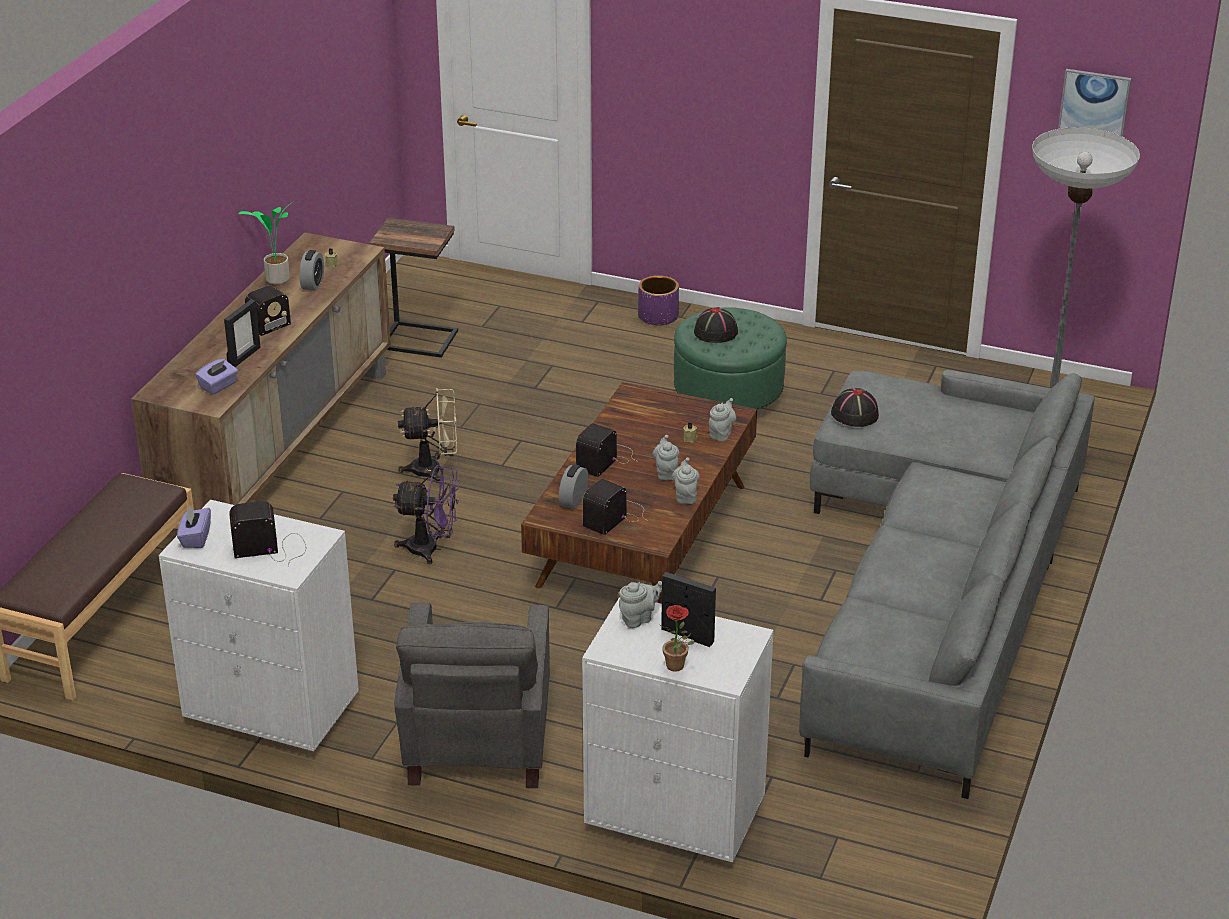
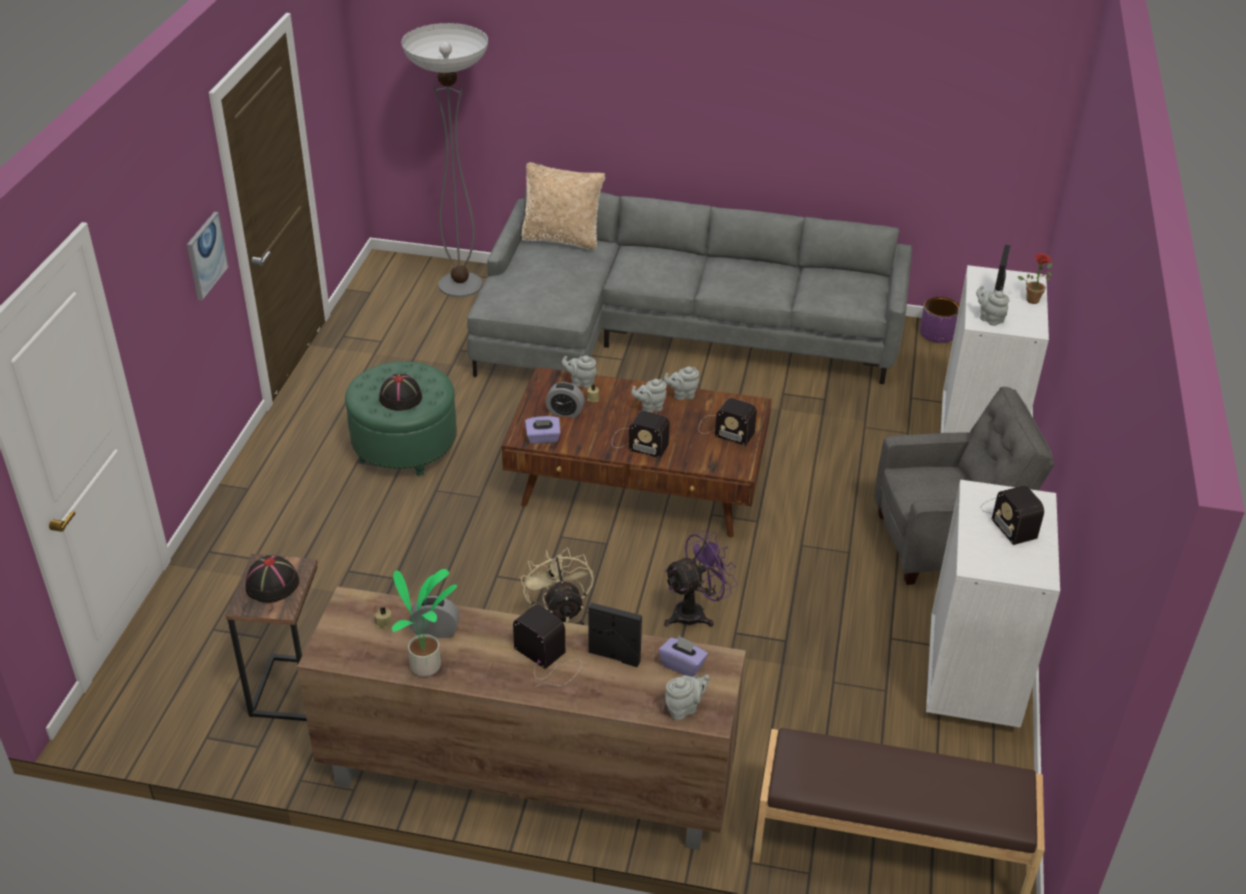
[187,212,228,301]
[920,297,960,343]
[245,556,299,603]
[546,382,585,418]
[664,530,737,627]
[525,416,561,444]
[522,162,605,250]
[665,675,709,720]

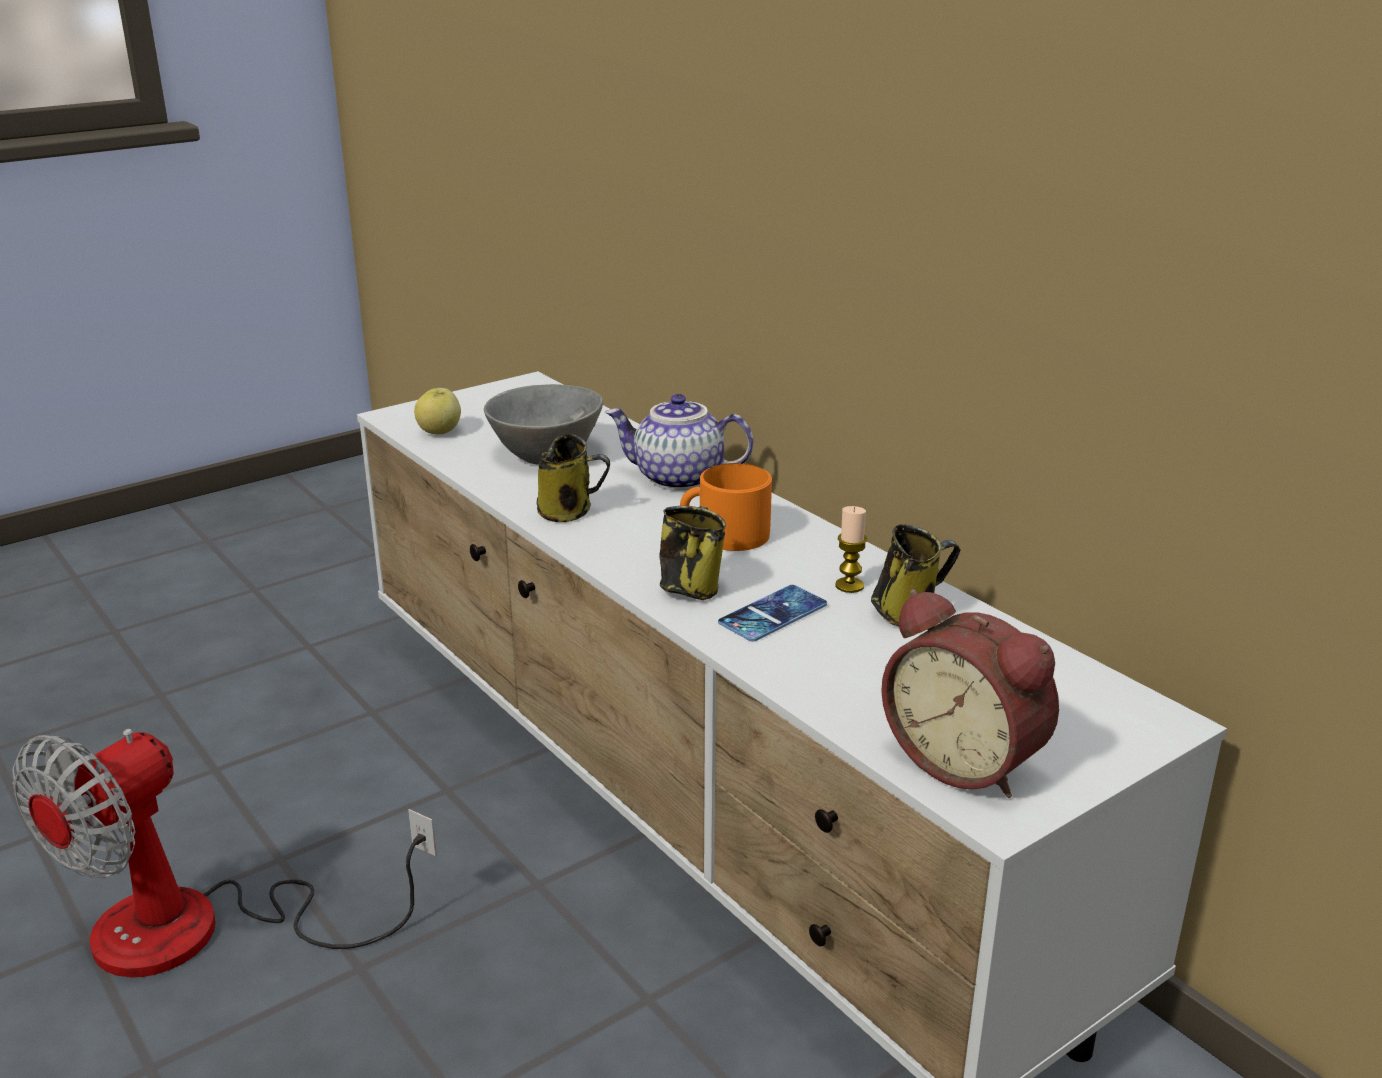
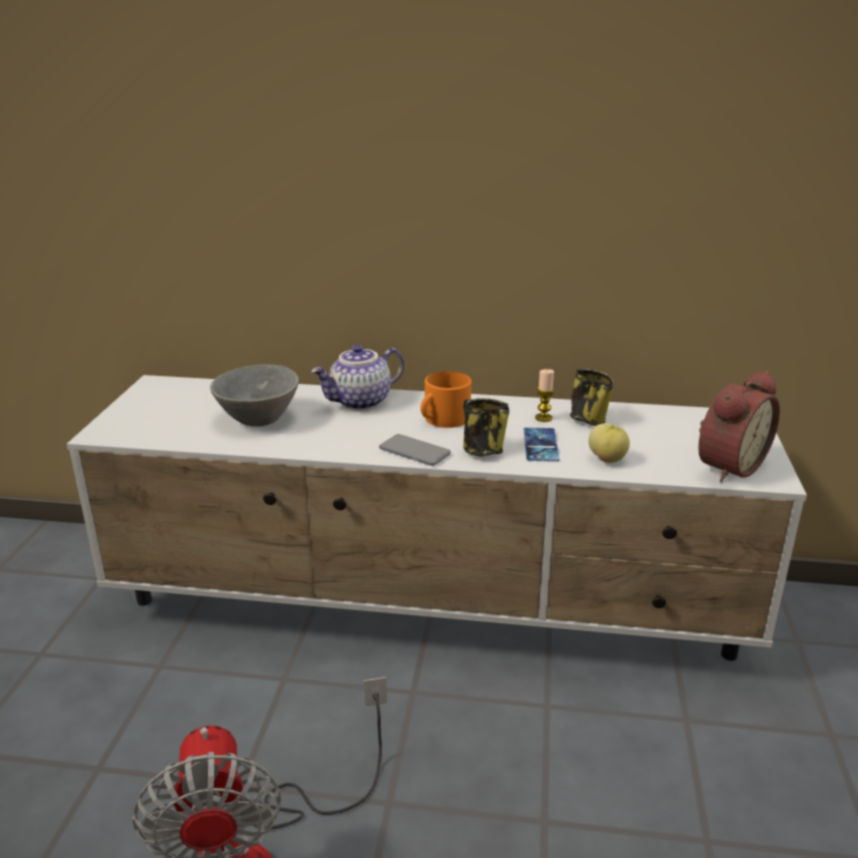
[589,423,630,463]
[537,434,610,522] (first image)
[698,371,780,482]
[379,434,451,466]

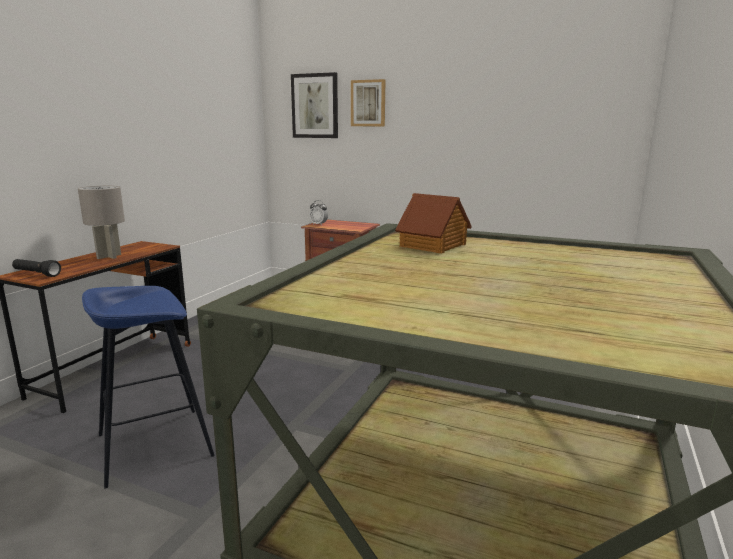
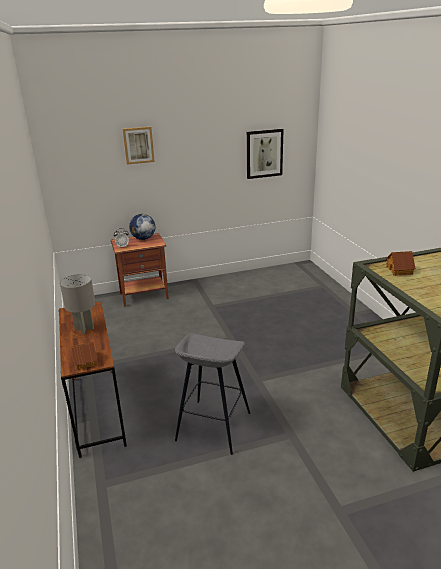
[247,129,284,179]
[71,341,97,370]
[175,333,250,455]
[129,214,155,240]

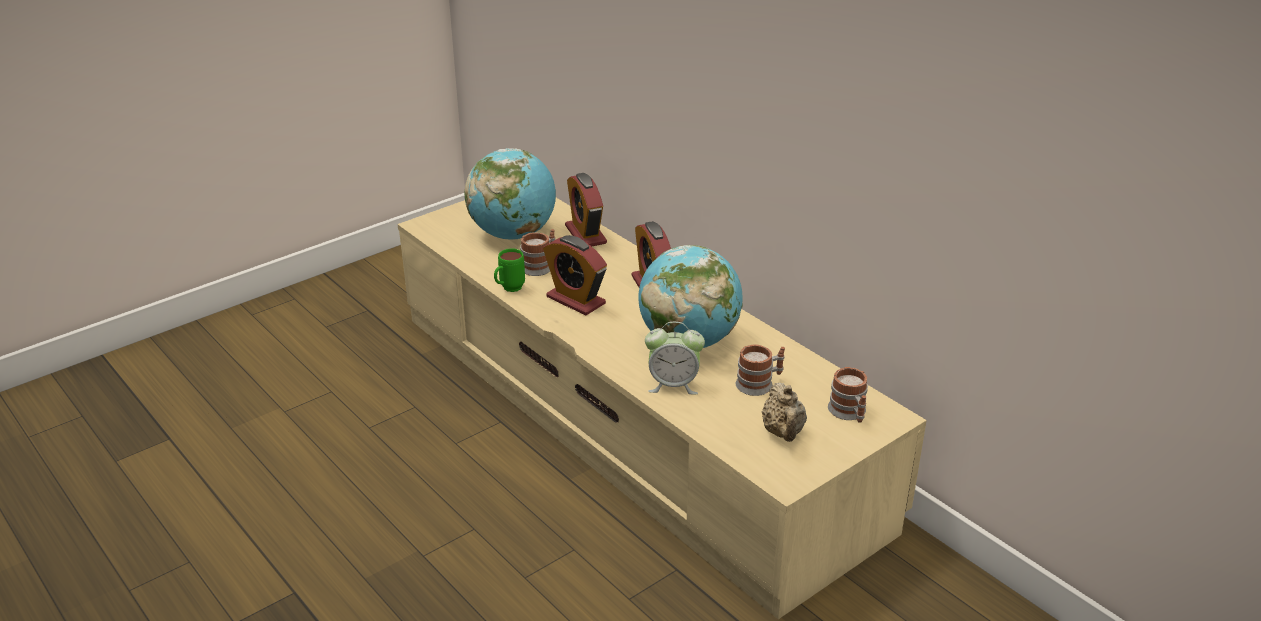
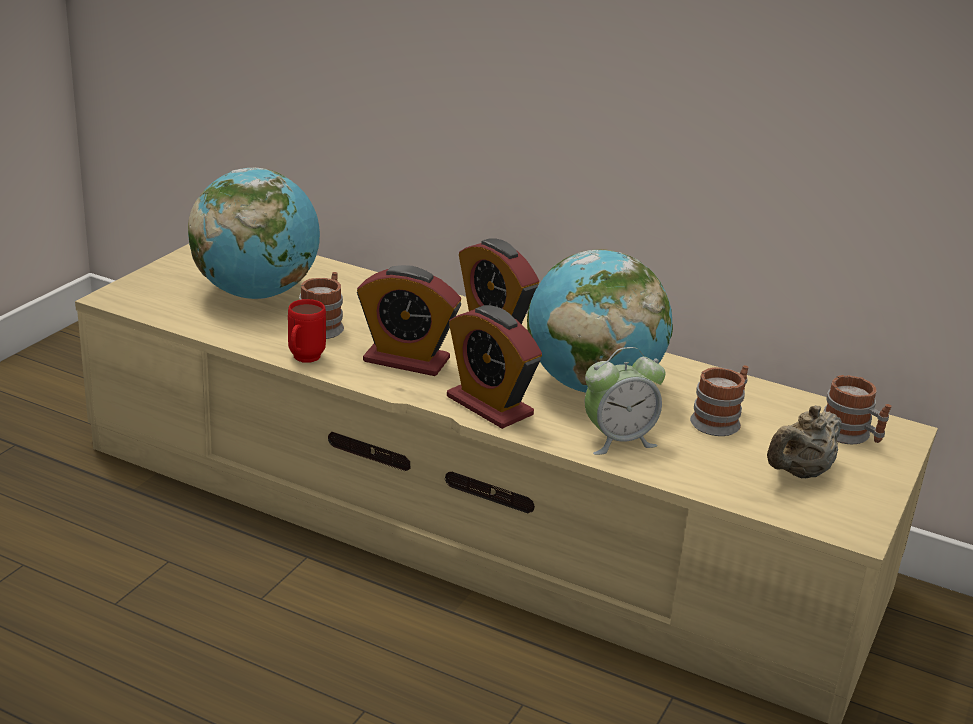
[447,305,542,429]
[288,299,326,363]
[767,405,842,479]

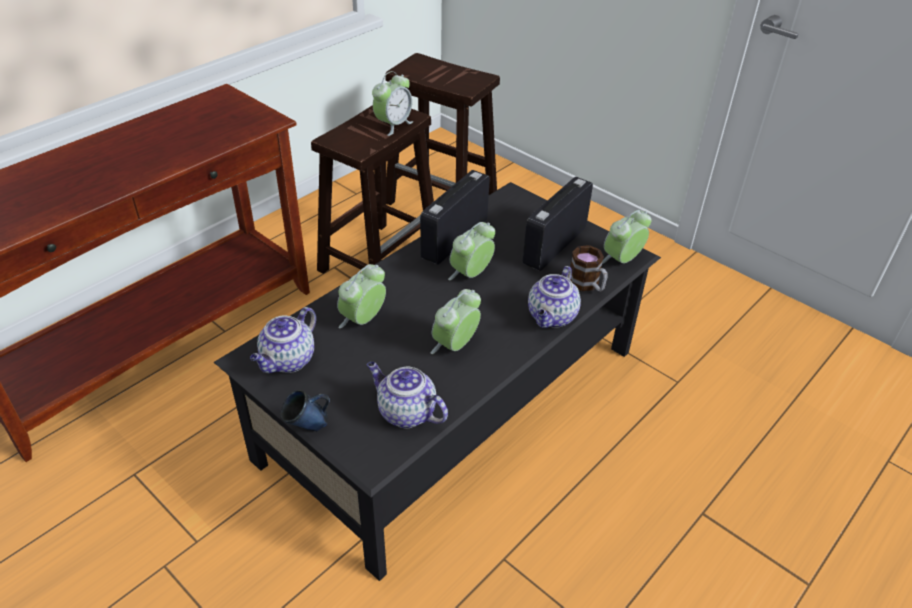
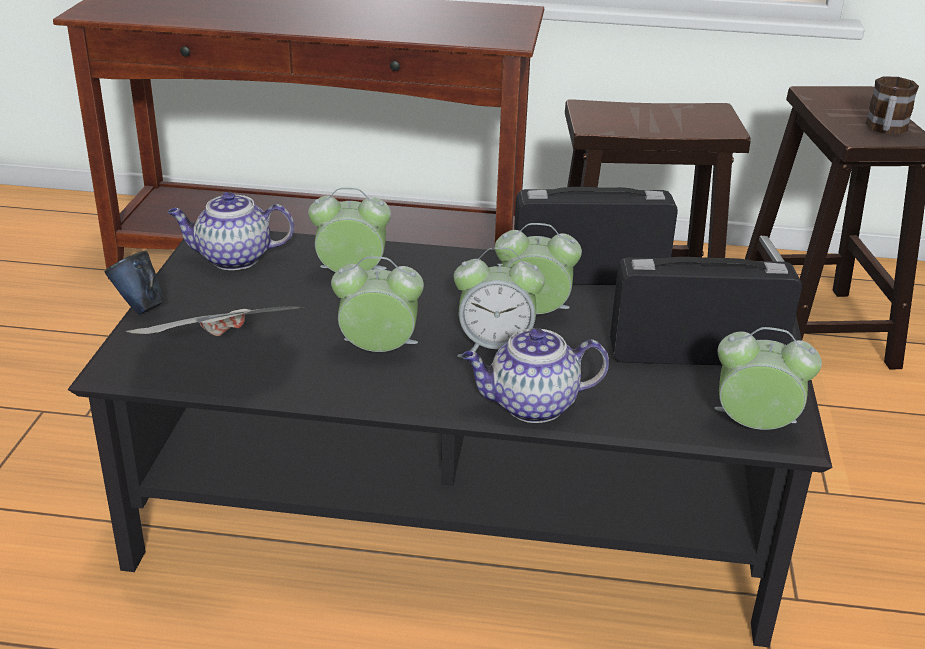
[453,247,545,358]
[865,76,919,134]
[126,306,304,336]

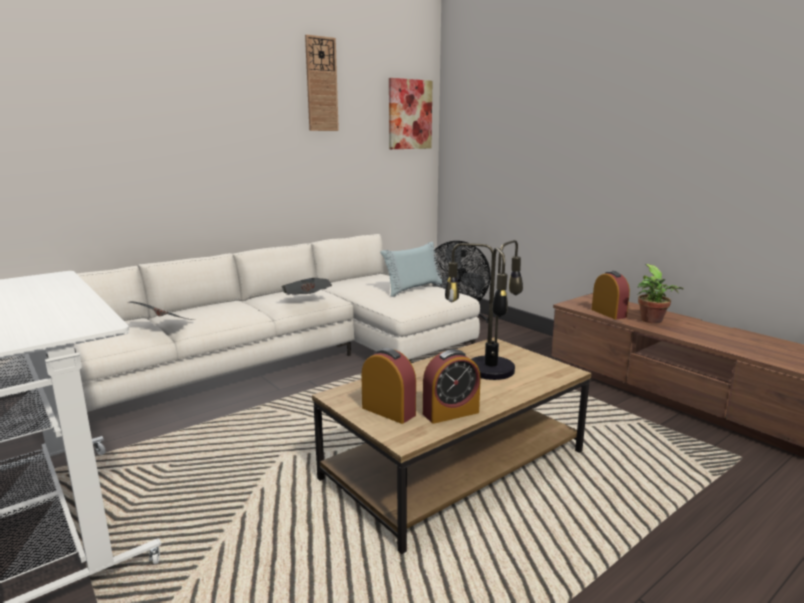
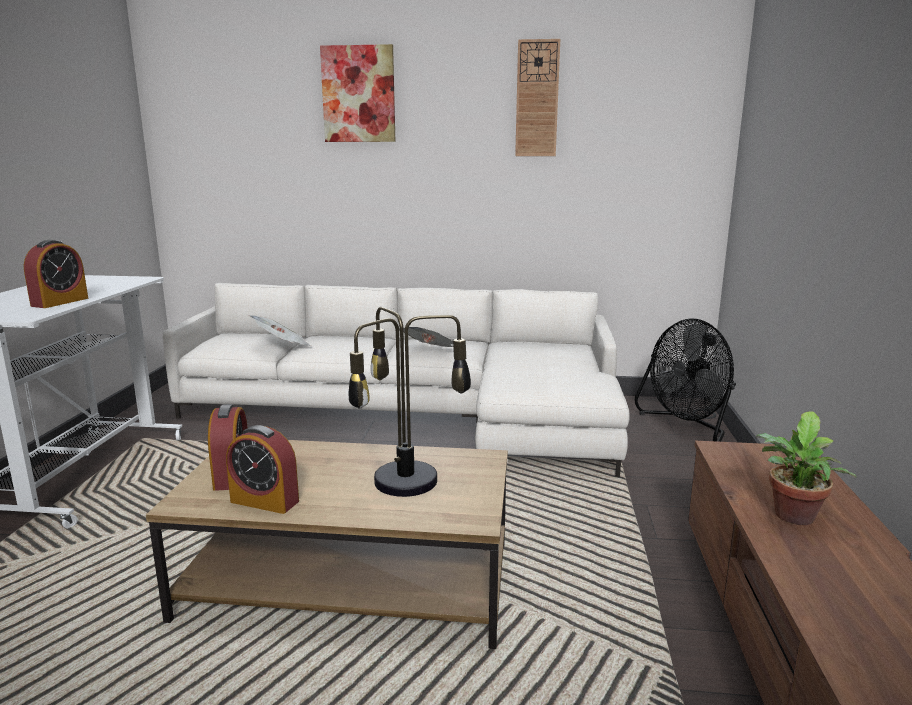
[320,44,396,142]
[380,242,442,297] (first image)
[24,240,88,308]

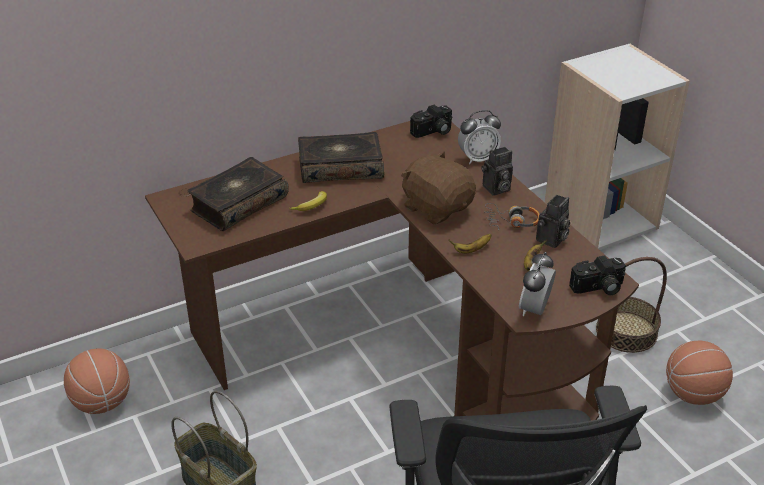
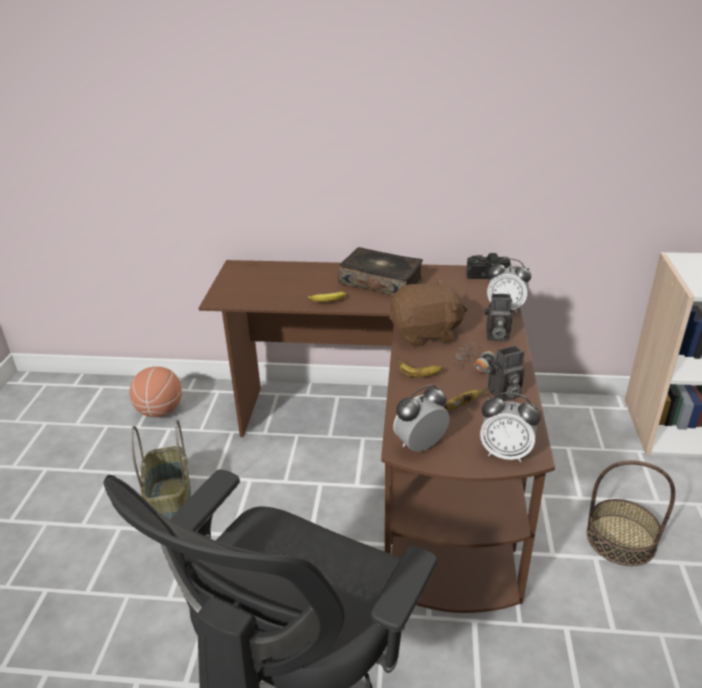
[390,279,468,347]
[187,157,289,231] (first image)
[480,392,541,462]
[666,341,733,405] (first image)

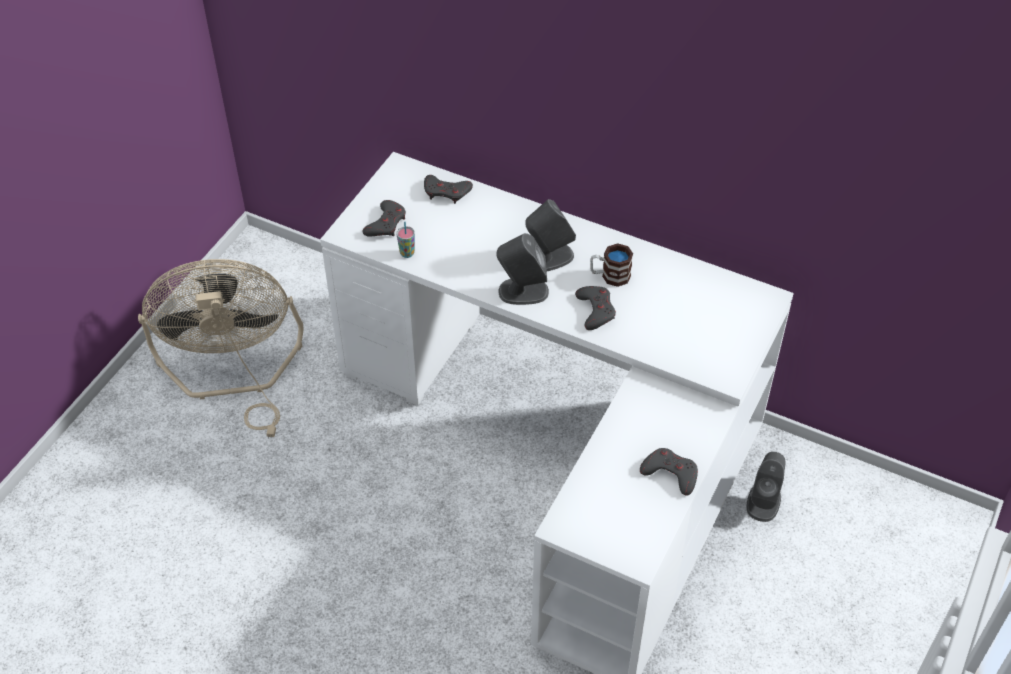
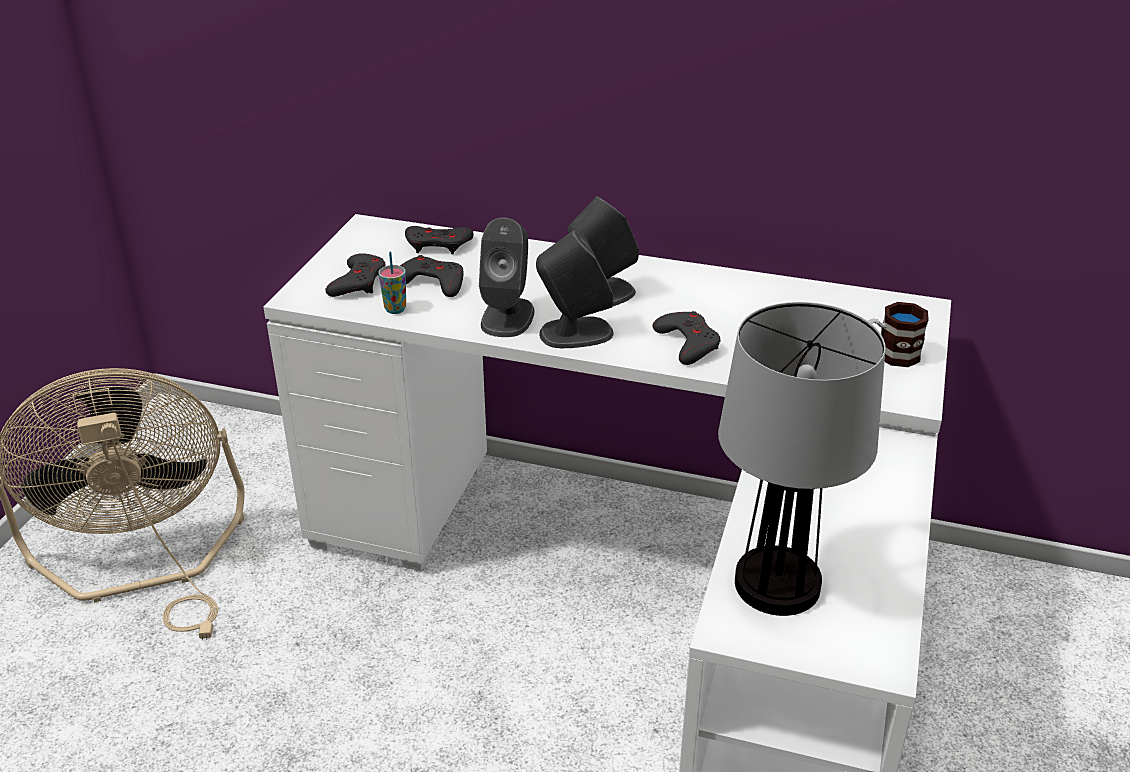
[868,302,929,367]
[400,255,464,297]
[479,217,534,337]
[718,302,885,616]

